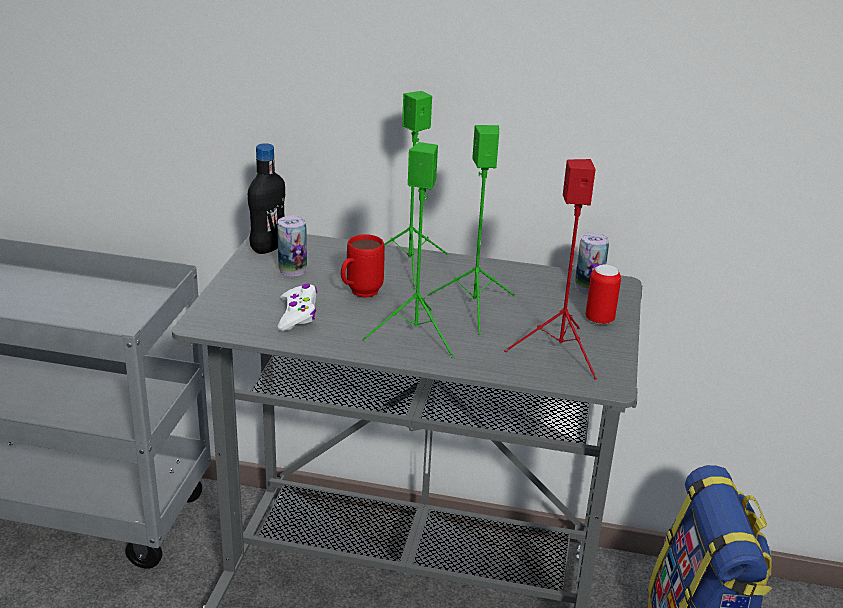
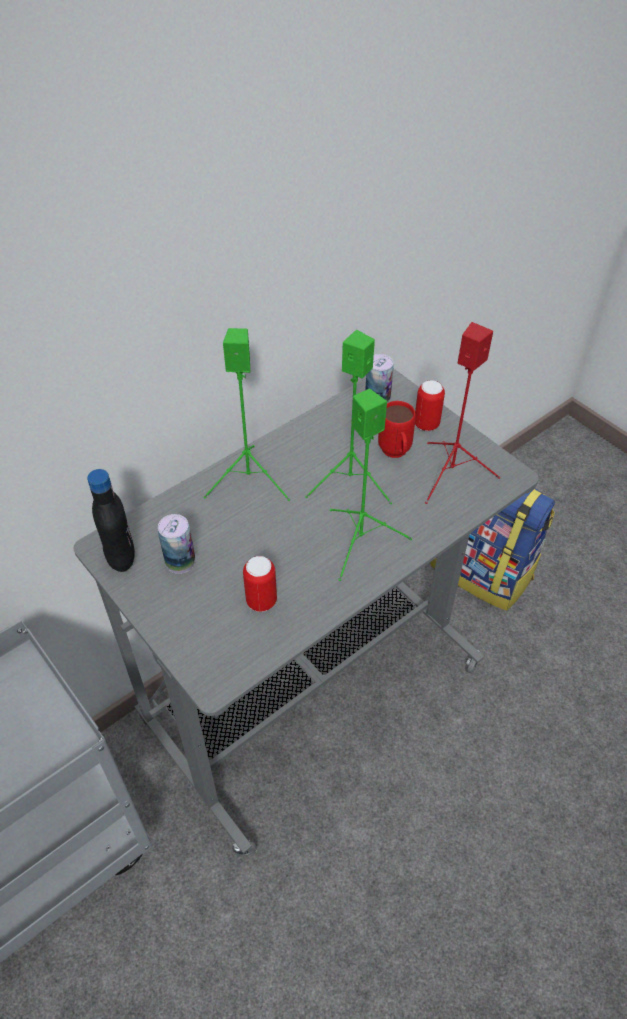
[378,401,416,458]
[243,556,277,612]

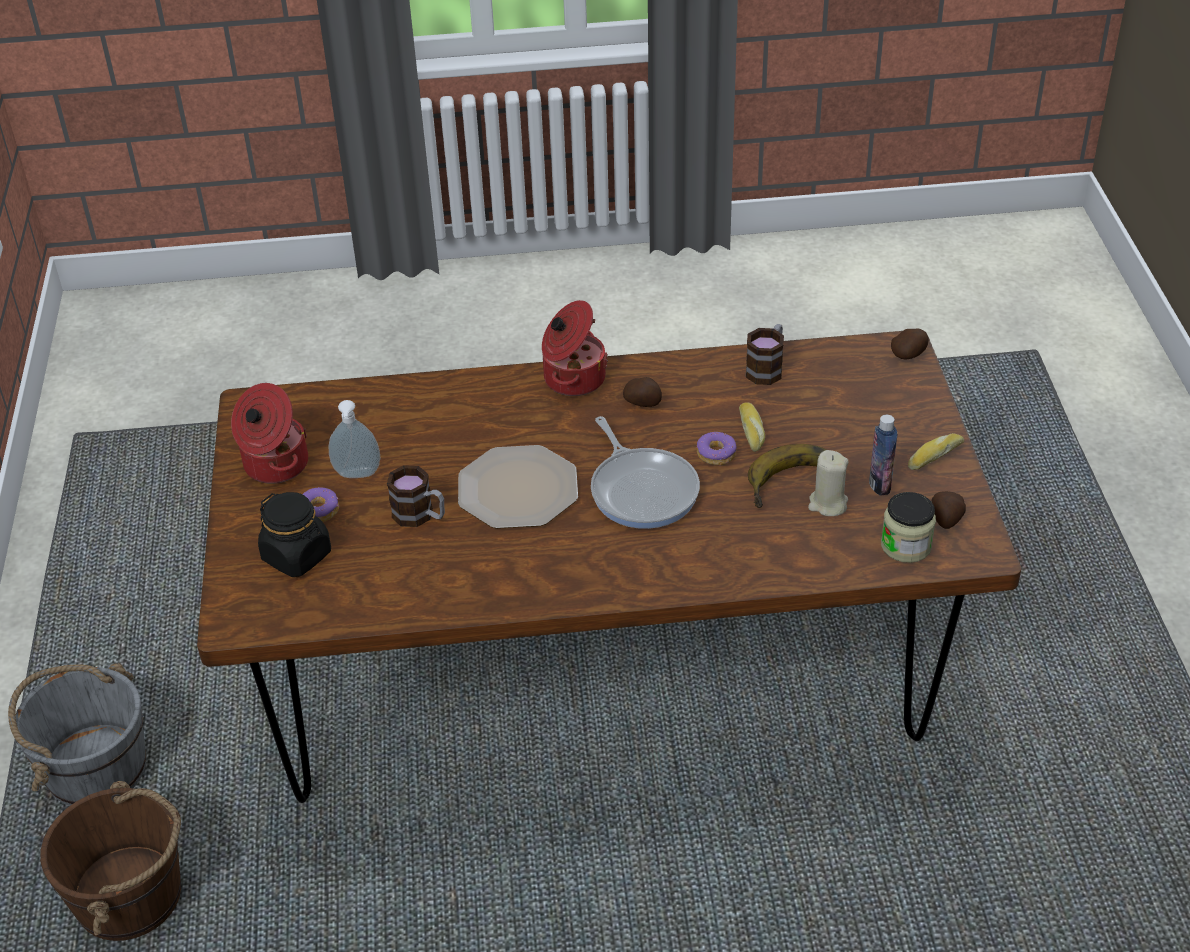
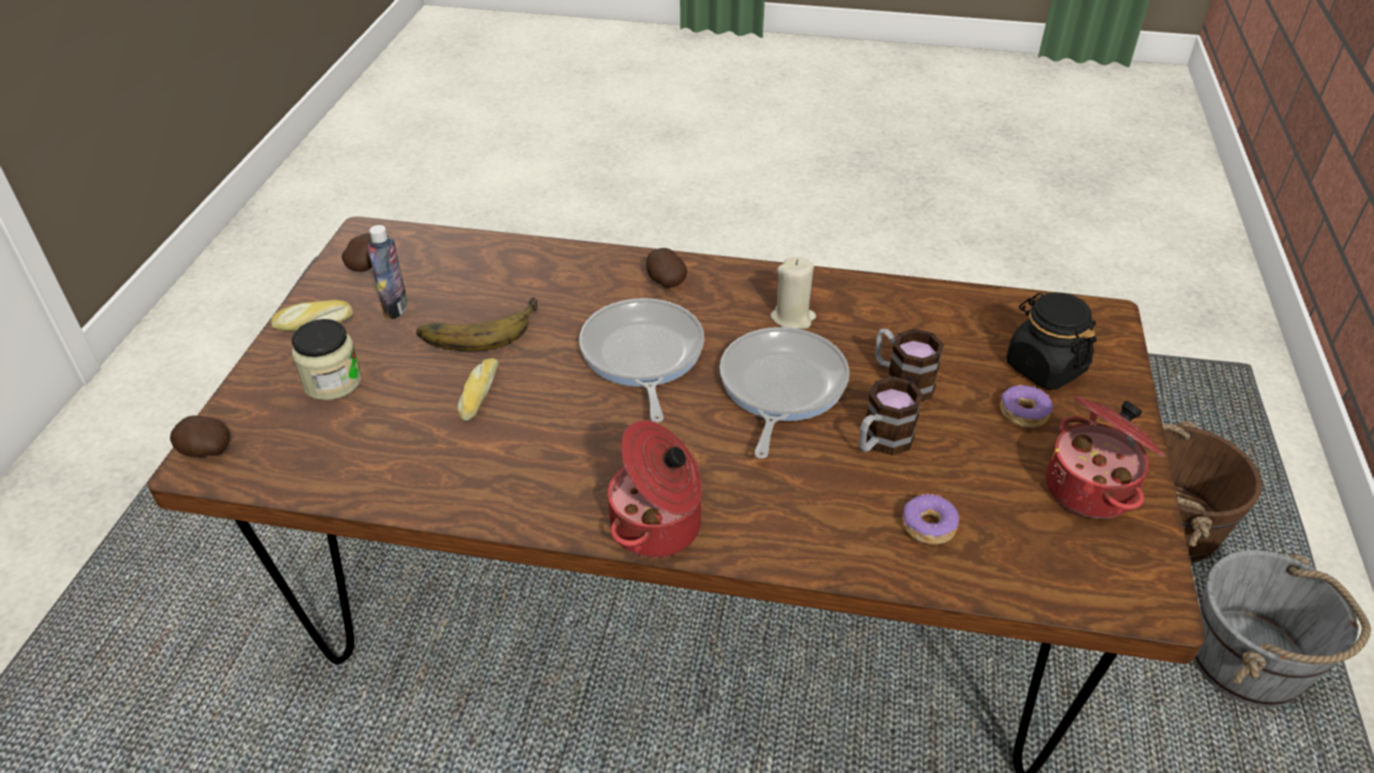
[859,376,923,455]
[646,248,687,288]
[329,400,380,478] (first image)
[902,493,959,545]
[719,327,849,459]
[770,257,816,329]
[292,319,362,400]

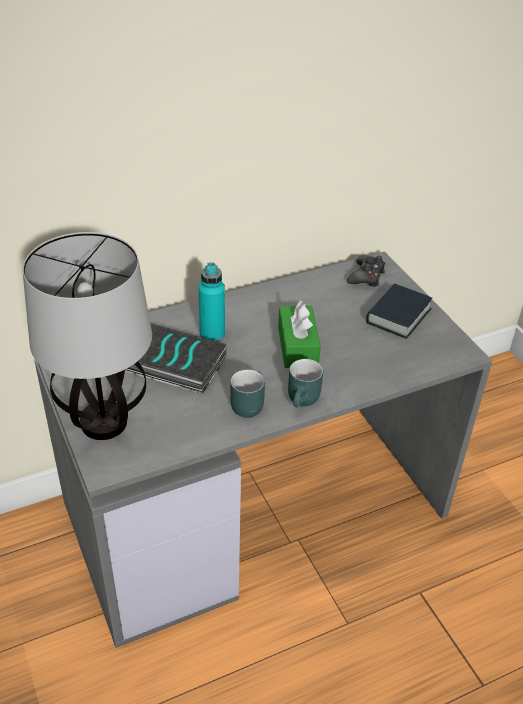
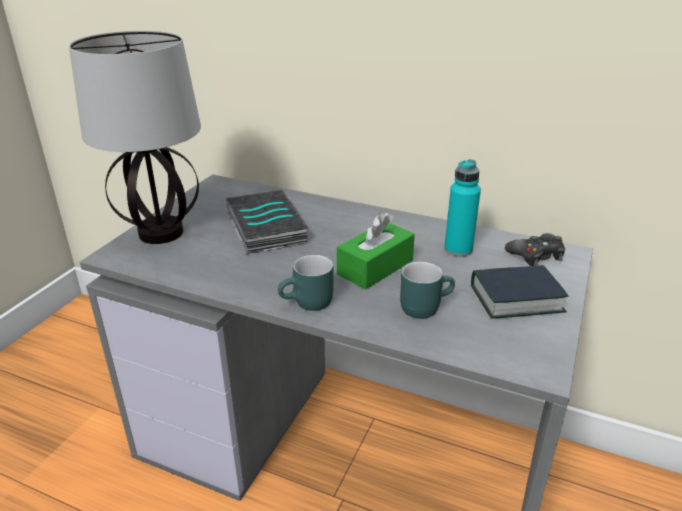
[444,159,481,257]
[400,261,455,319]

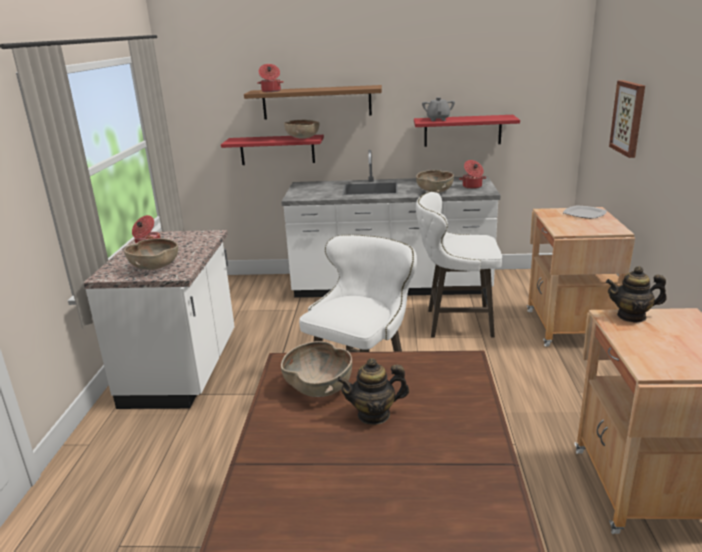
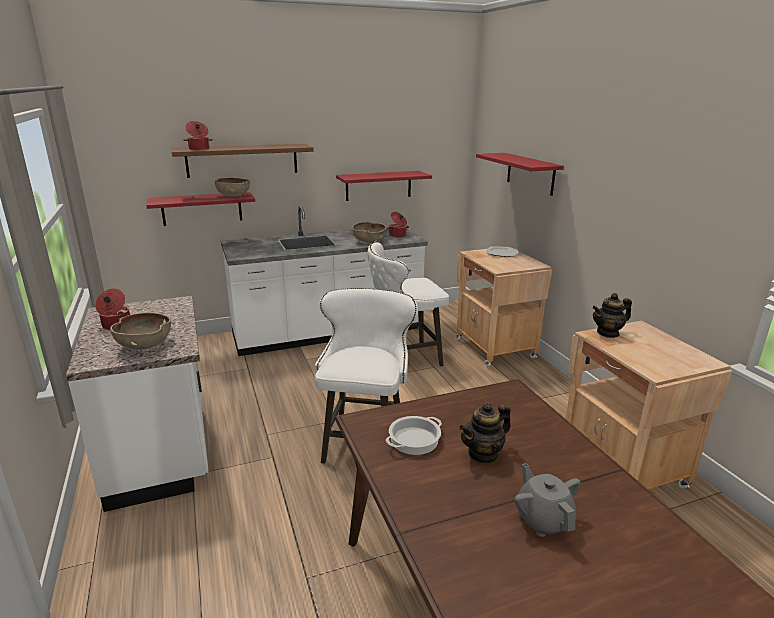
[476,153,564,196]
[514,463,581,537]
[386,416,442,455]

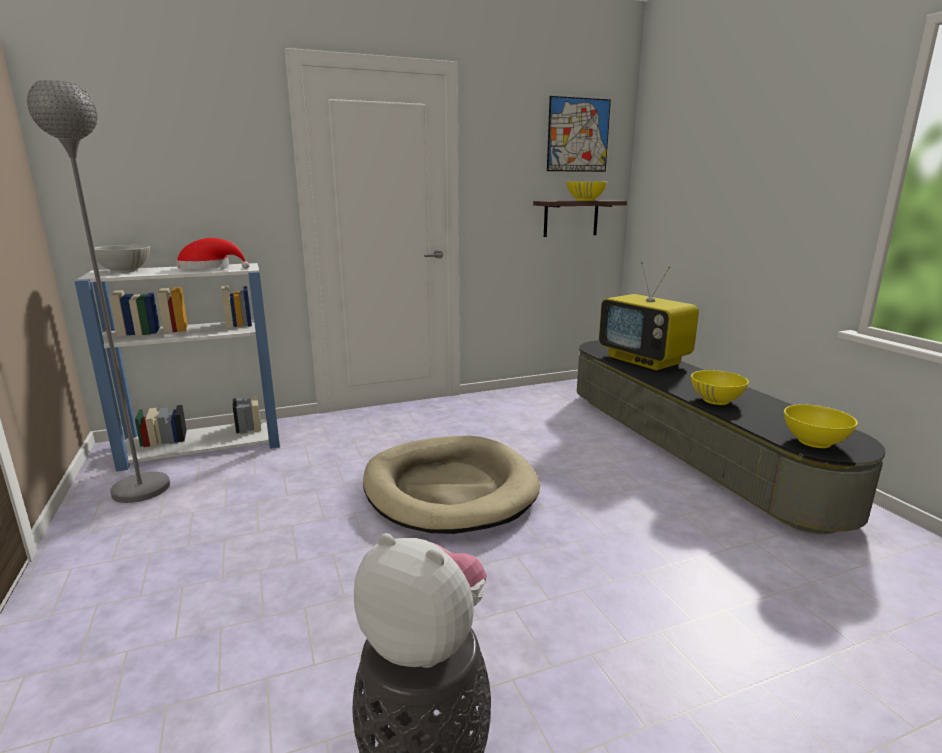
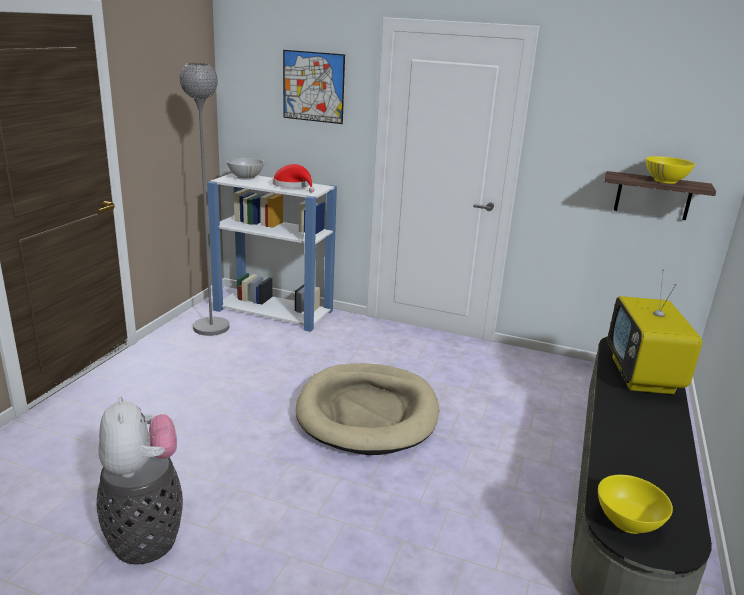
[283,50,345,124]
[691,370,749,405] (first image)

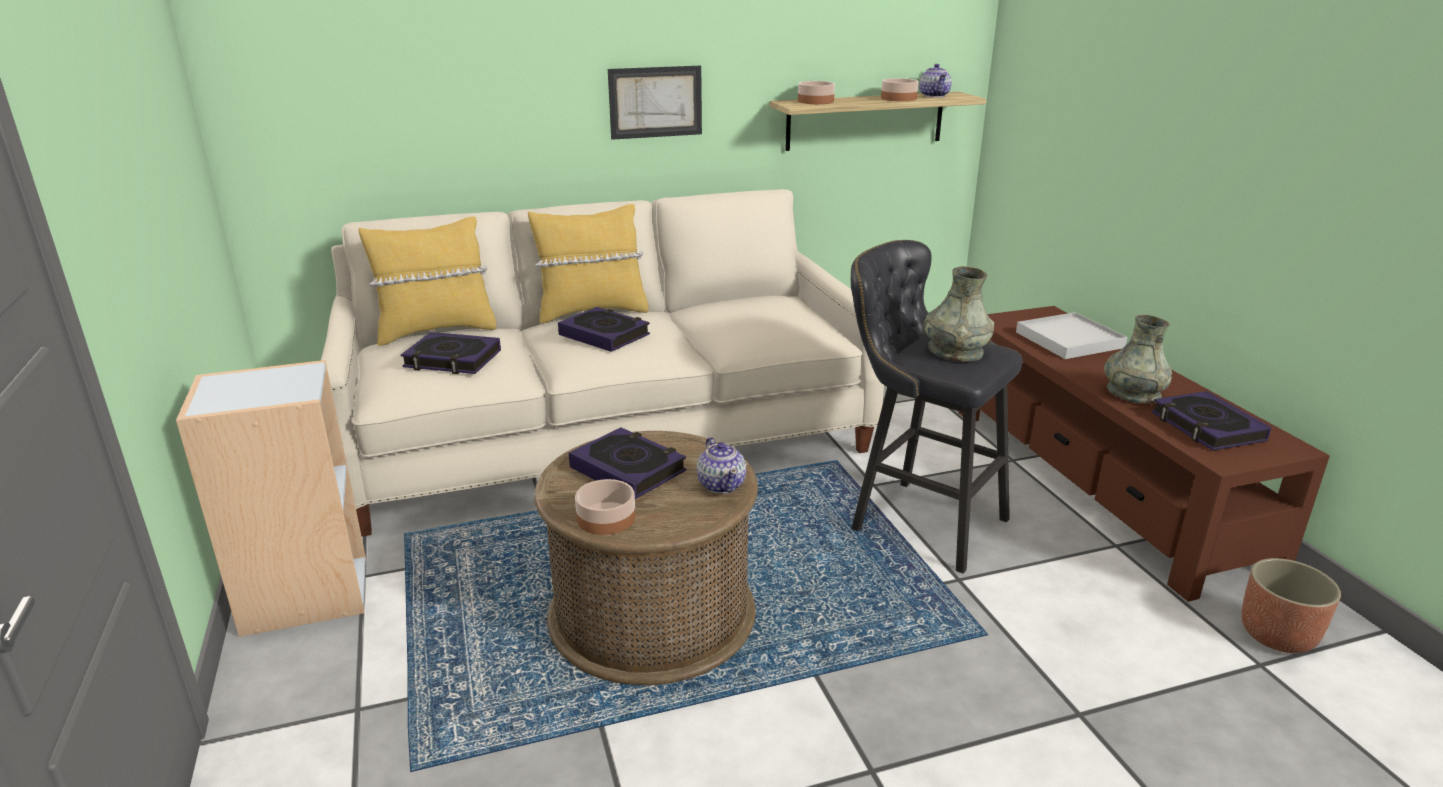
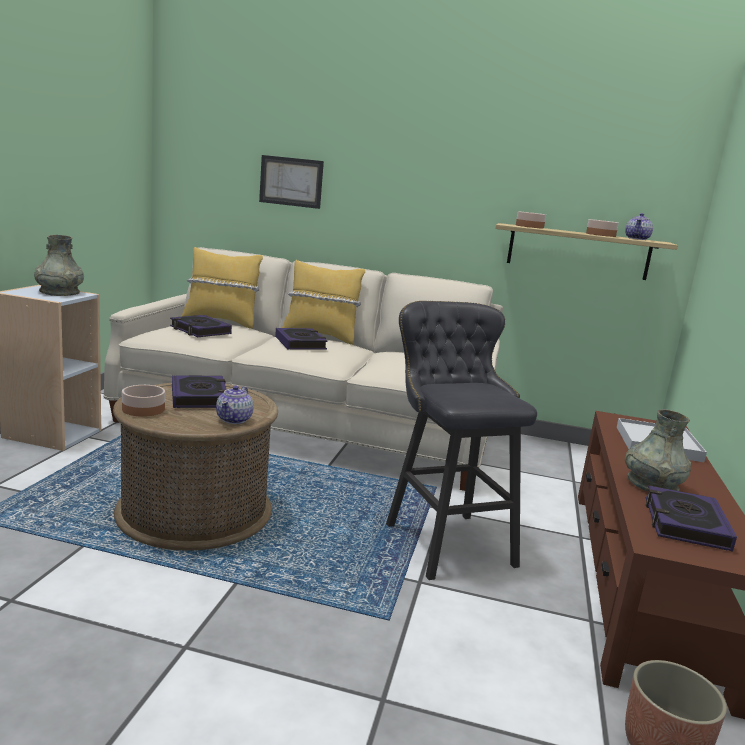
[259,155,324,209]
[34,235,84,296]

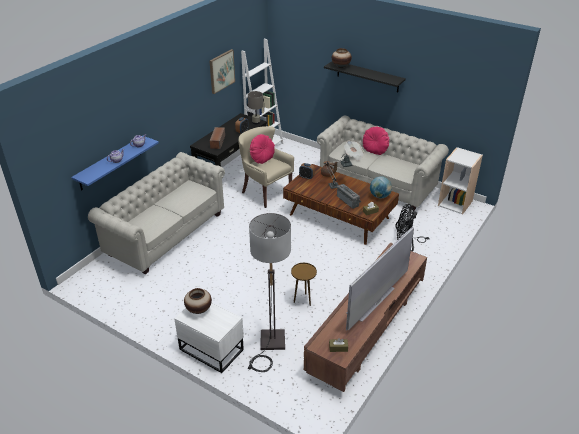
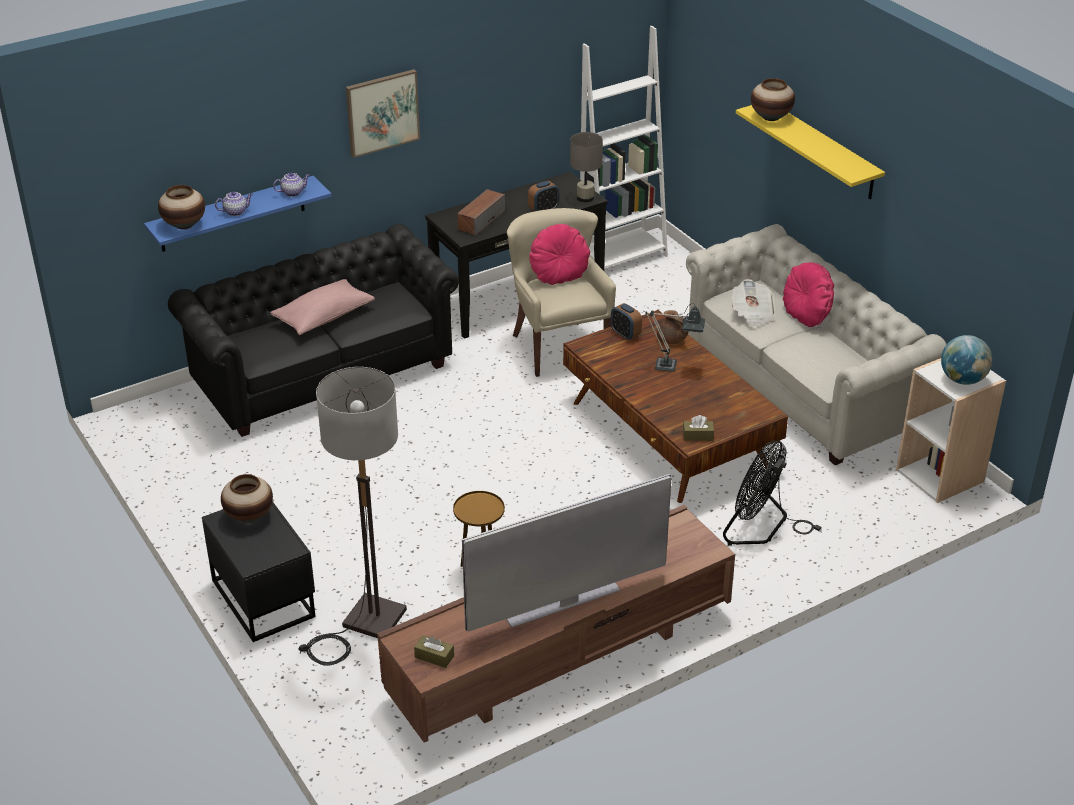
[346,69,420,158]
[736,105,885,199]
[168,224,459,437]
[941,335,993,385]
[337,184,361,209] (first image)
[202,501,316,642]
[158,185,205,230]
[270,279,375,335]

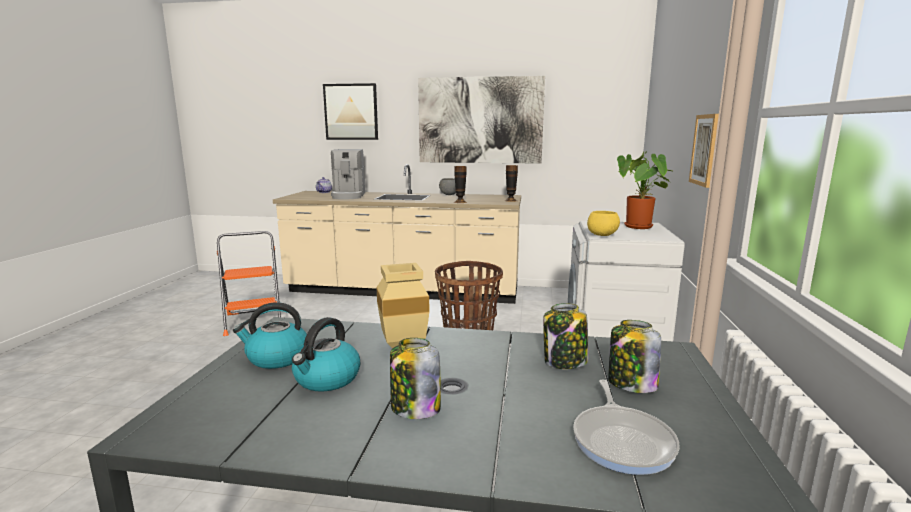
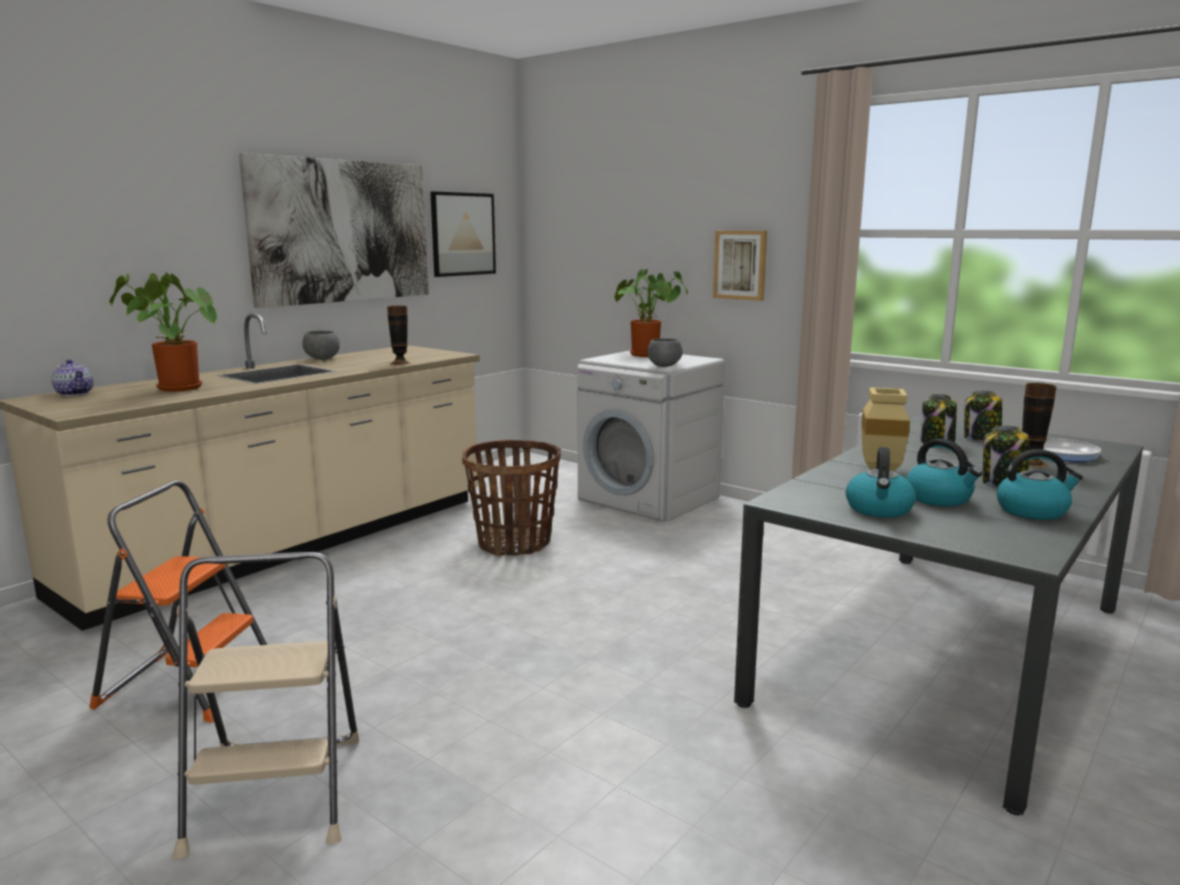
[430,191,496,277]
[109,272,217,392]
[1022,383,1056,468]
[648,338,683,367]
[997,449,1083,520]
[172,552,359,859]

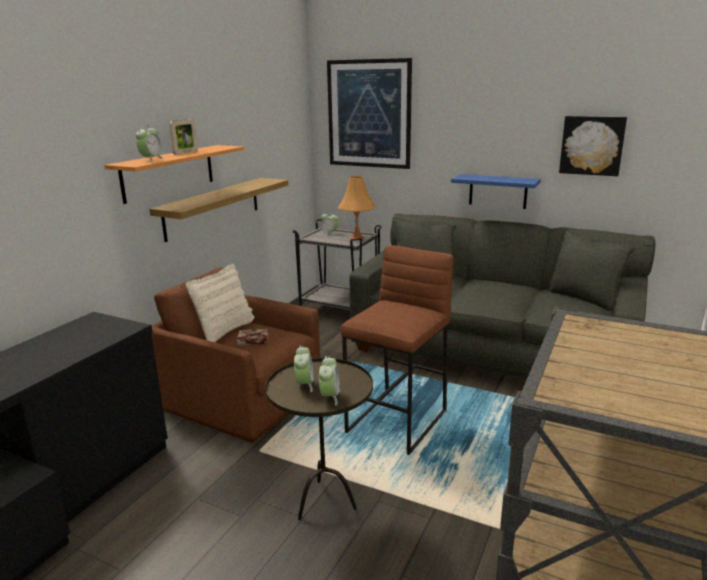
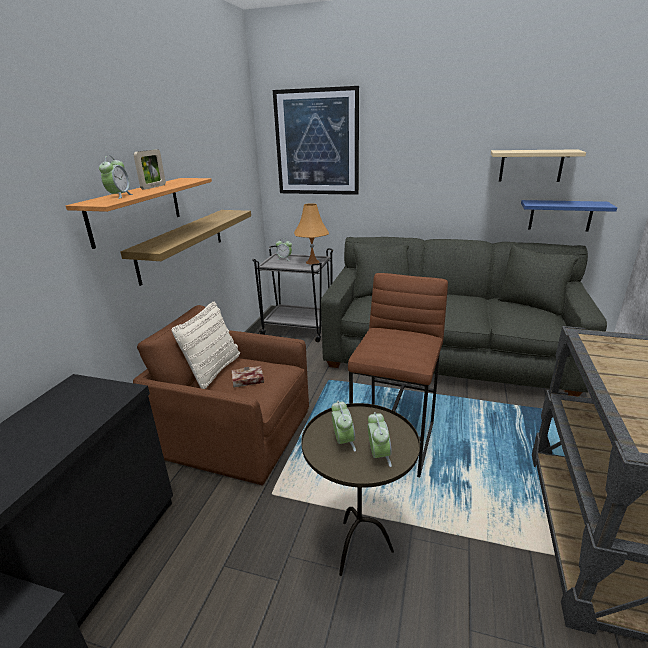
[491,149,586,182]
[521,200,617,232]

